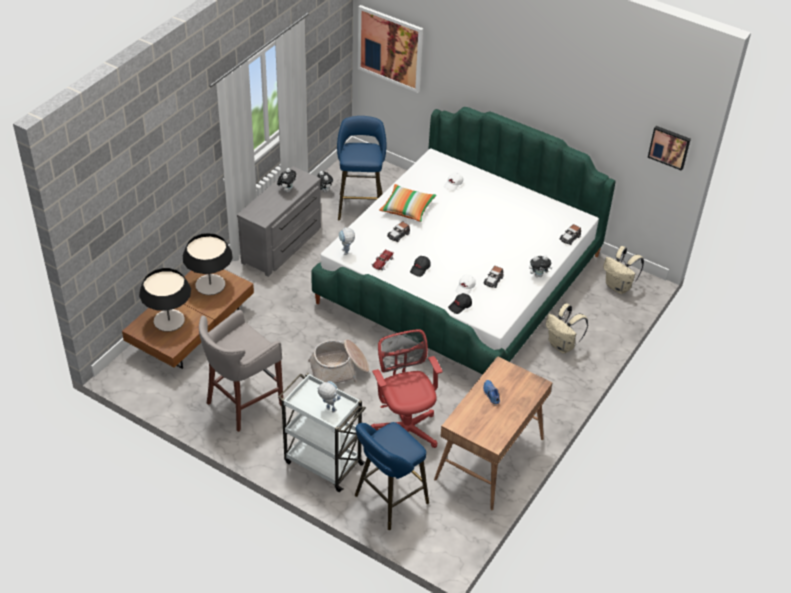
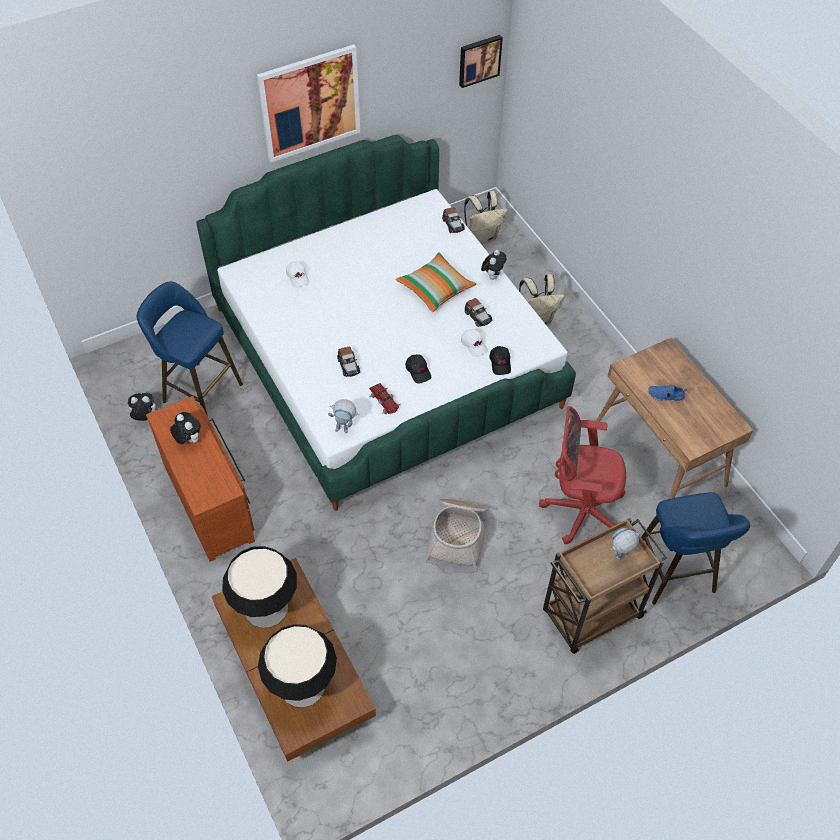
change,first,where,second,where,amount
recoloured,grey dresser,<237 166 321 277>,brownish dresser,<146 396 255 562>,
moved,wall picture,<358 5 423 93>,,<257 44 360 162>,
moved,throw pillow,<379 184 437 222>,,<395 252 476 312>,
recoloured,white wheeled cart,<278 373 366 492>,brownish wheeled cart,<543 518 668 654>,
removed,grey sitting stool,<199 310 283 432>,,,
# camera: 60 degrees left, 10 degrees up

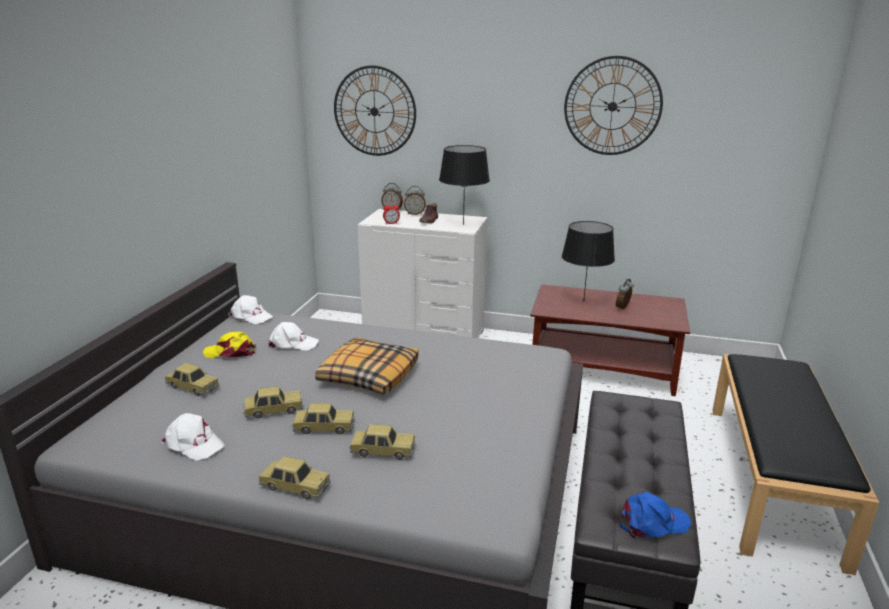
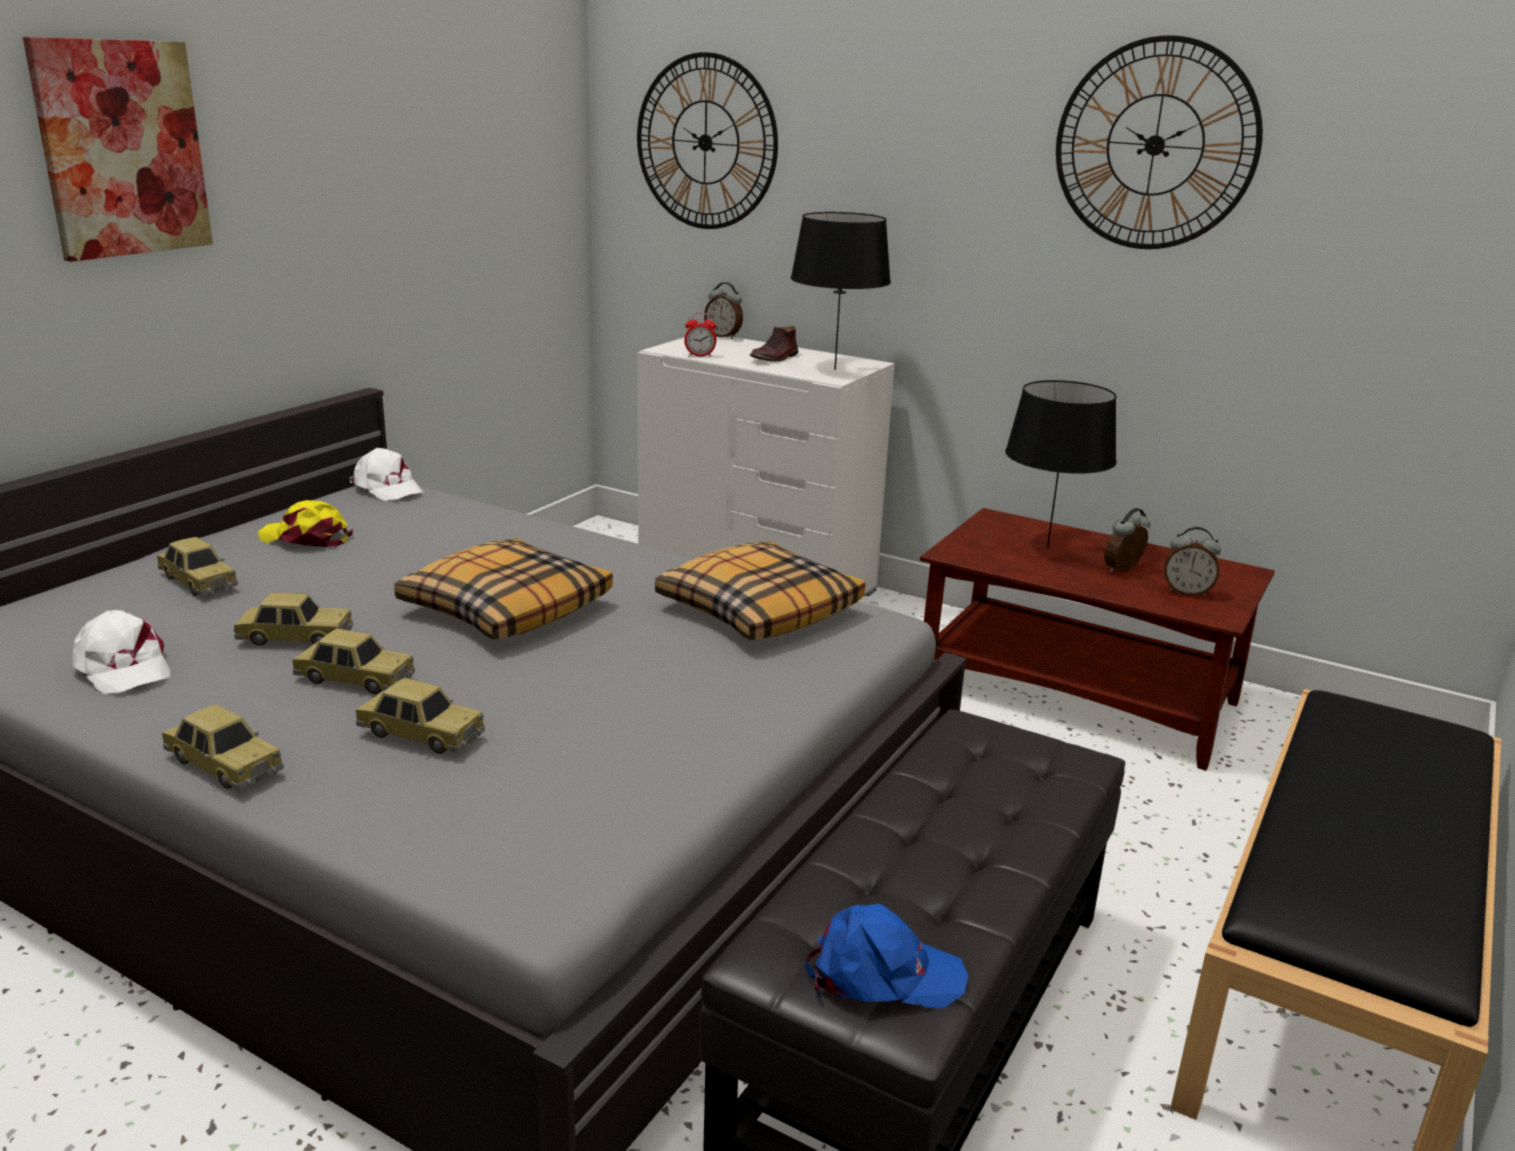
change,first,where,second,where,amount
added,,,wall picture,<23 37 213 262>,
added,,,throw pillow,<655 541 865 640>,
moved,bedside clock,<404 186 426 215>,,<1164 527 1221 597>,
removed,white baseball cap,<268 322 319 351>,,,
# camera: 15 degrees right, 0 degrees up

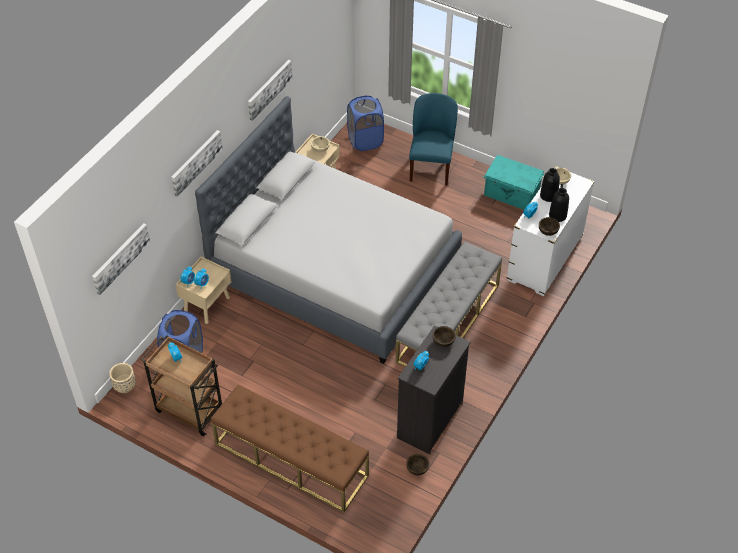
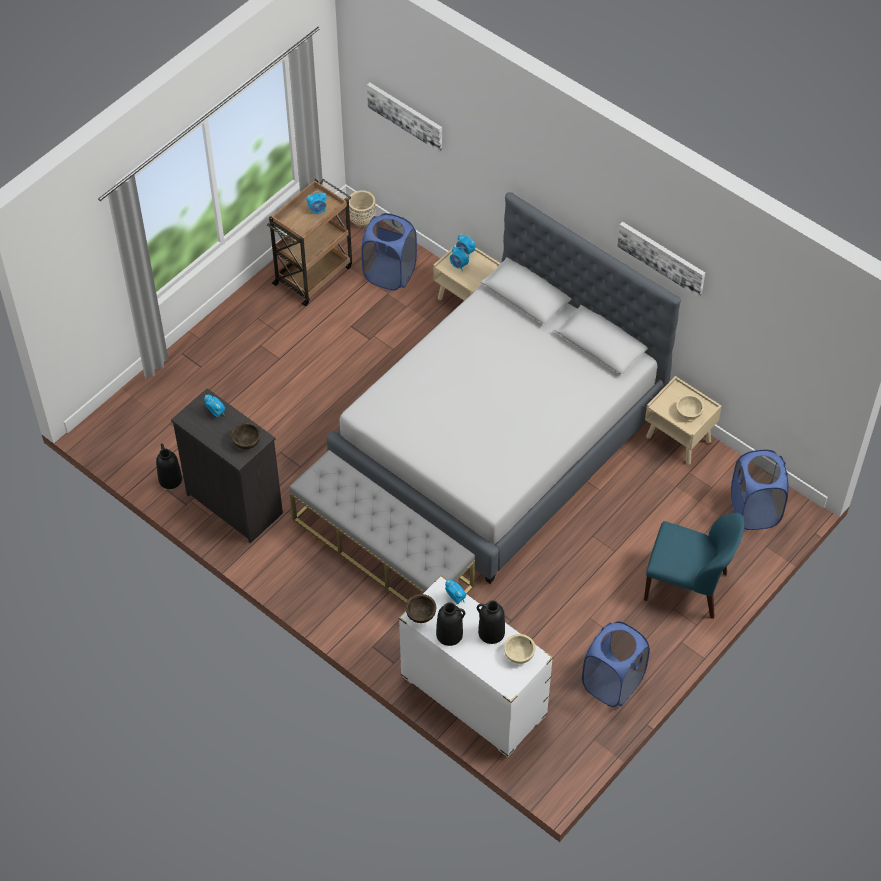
change,first,where,second,where,amount
replaced,brownish deep dish,<406 454 429 476>,black-coloured vase,<156 443 182 489>,
replaced,turquoise-coloured storage box,<484 155 544 210>,blue-coloured washing basket,<582 621 650 707>,
removed,wall picture,<171 130 223 197>,,,
removed,brownish long seat,<211 385 369 512>,,,
# camera: 100 degrees right, 5 degrees up

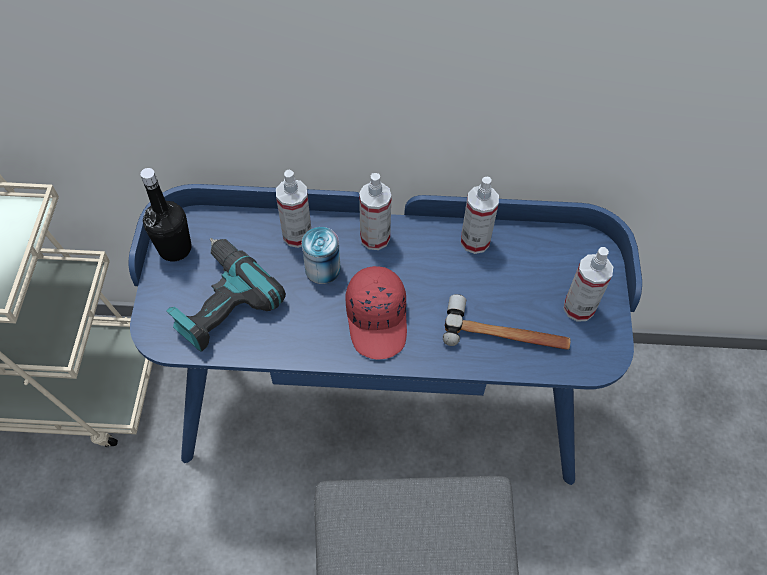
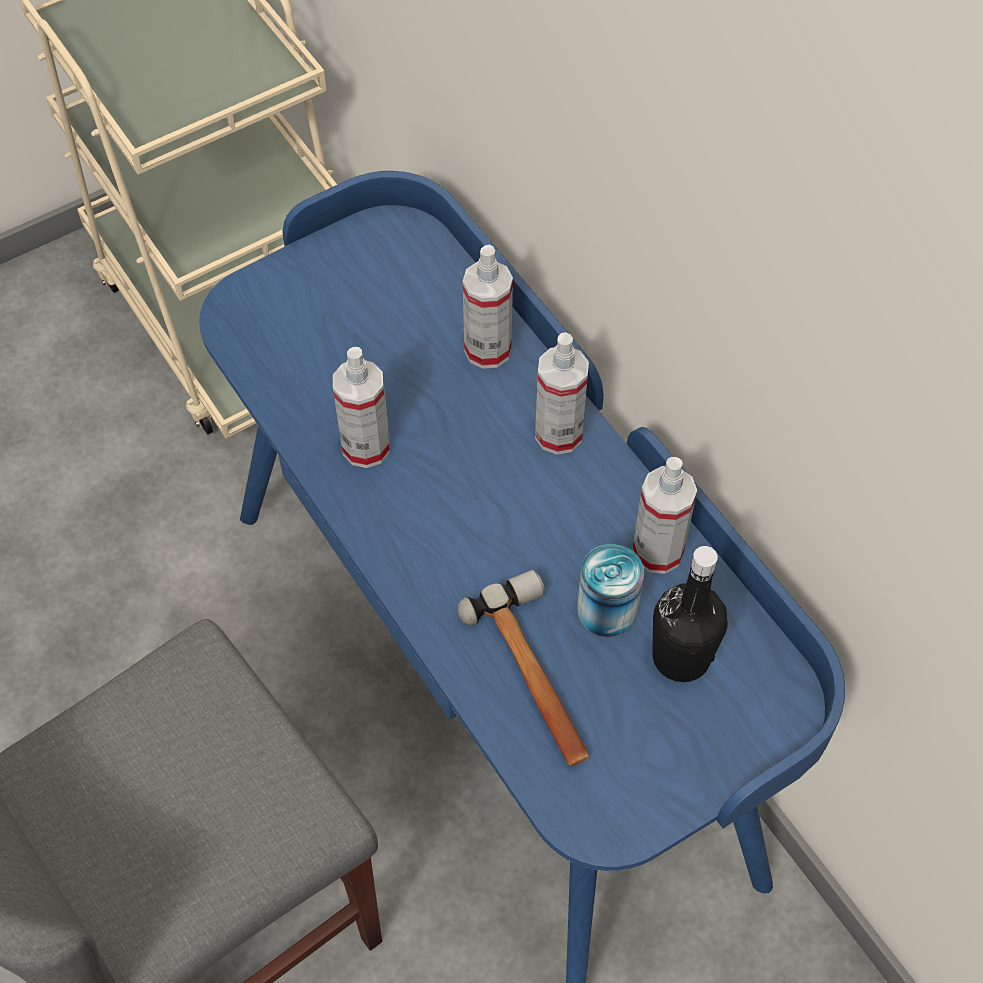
change,first,where,second,where,amount
moved,sprayer,<563 247 613 322>,,<333 347 390 468>,
moved,can,<302 227 341 284>,,<577 544 644 637>,
moved,black-coloured drink bottle,<140 168 192 261>,,<652 546 728 682>,
removed,drill,<166 238 286 352>,,,
removed,reddish baseball cap,<346 266 407 359>,,,
# camera: 55 degrees right, 0 degrees up

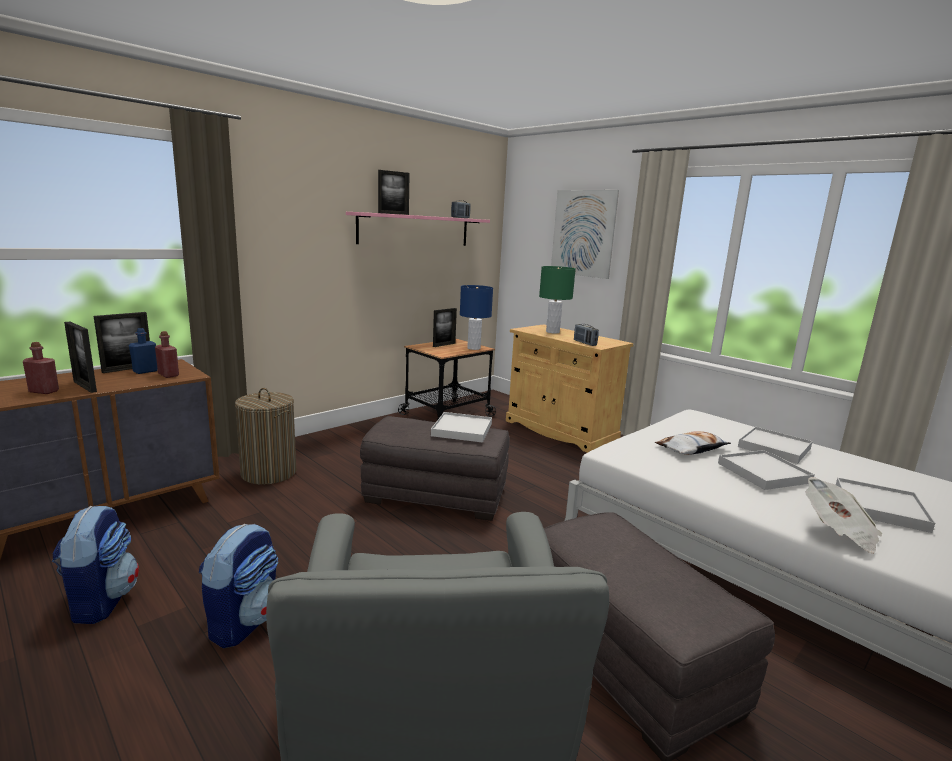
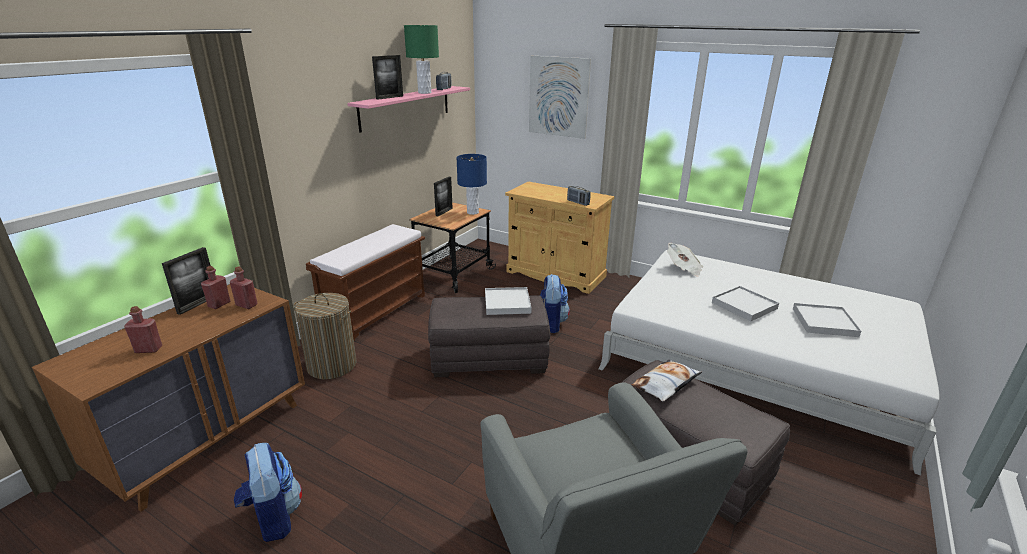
change,first,where,second,where,amount
recoloured,blue-coloured drink bottle,<129 328 158 374>,reddish drink bottle,<201 266 230 309>,
added,,,brownish long seat,<306 224 425 341>,
moved,greenish lamp for a table,<539 266 576 334>,,<404 25 439 94>,
moved,knapsack,<199 524 278 648>,,<539 274 570 333>,
moved,throw pillow,<655 431 731 455>,,<632 359 702 402>,
moved,printed paper,<805 477 882 554>,,<667 243 703 277>,
removed,standing frame,<64 322 97 393>,,,
removed,white carrying tray,<738 427 813 464>,,,
# camera: 15 degrees left, 10 degrees up

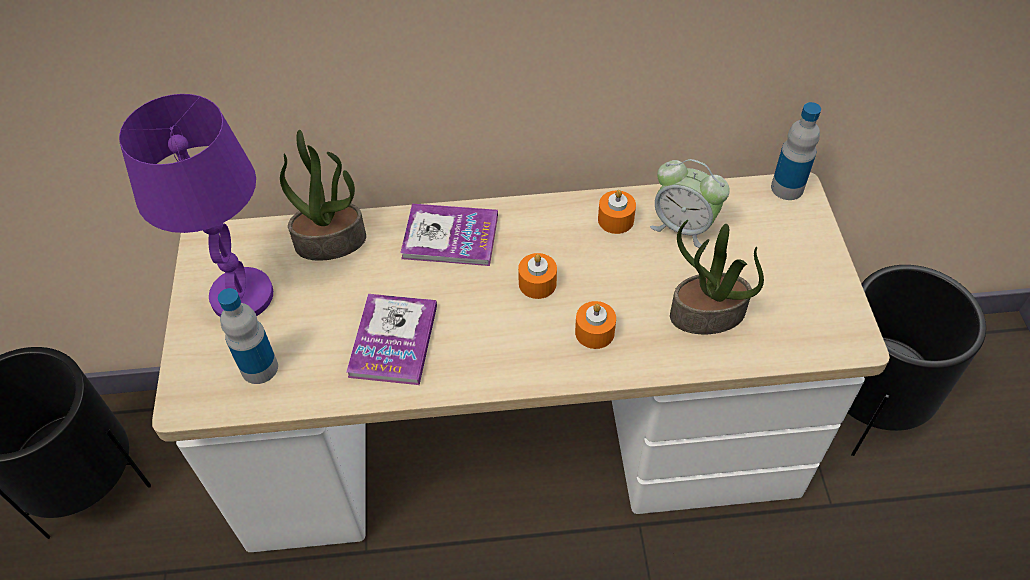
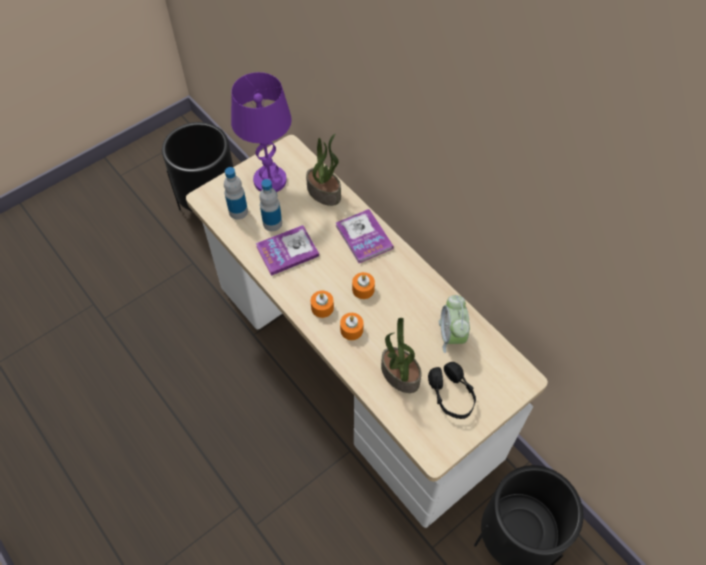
change,first,where,second,where,amount
moved,drink bottle,<771 102 821 200>,,<259 179 282 231>,
moved,orangey candle,<598 190 636 234>,,<311 291 334 318>,
added,,,black-coloured headphones,<428 362 476 419>,
# camera: 55 degrees right, 5 degrees up

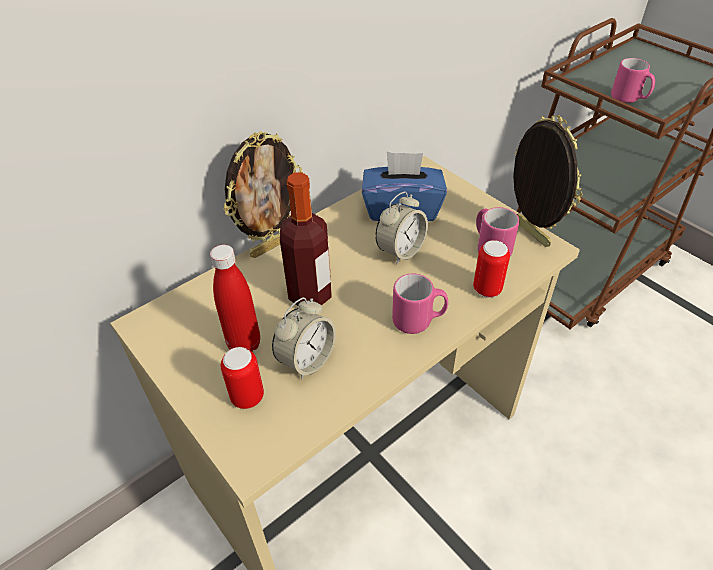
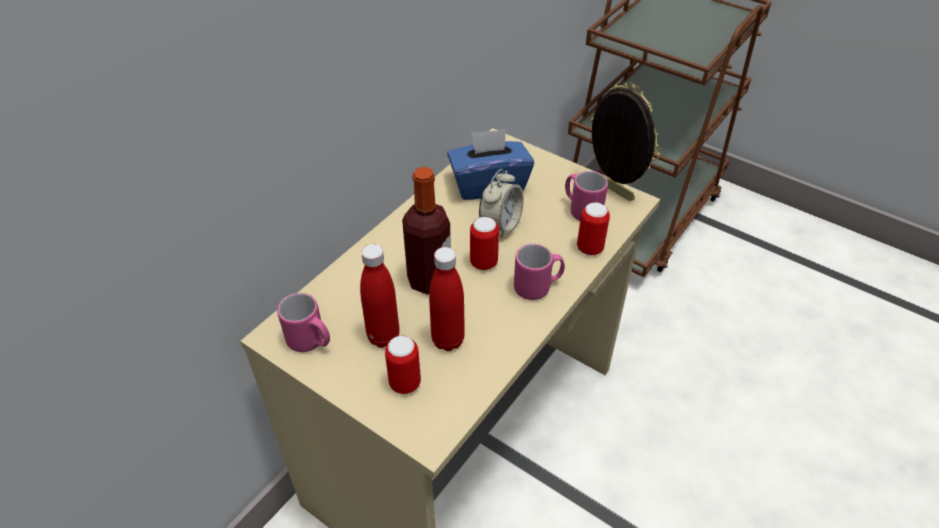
change,first,where,second,where,amount
moved,pink-coloured mug,<611 58 655 103>,,<277 293 330 352>,
replaced,bedside clock,<272 297 336 379>,reddish drink bottle,<429 247 465 351>,
added,,,can,<470 217 499 270>,
removed,standing frame,<223 131 302 258>,,,
# camera: 15 degrees left, 0 degrees up

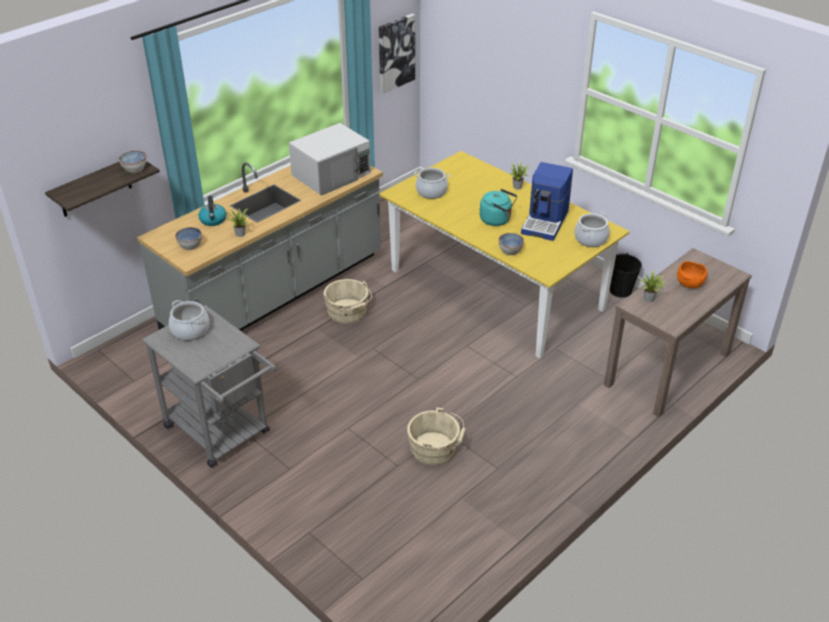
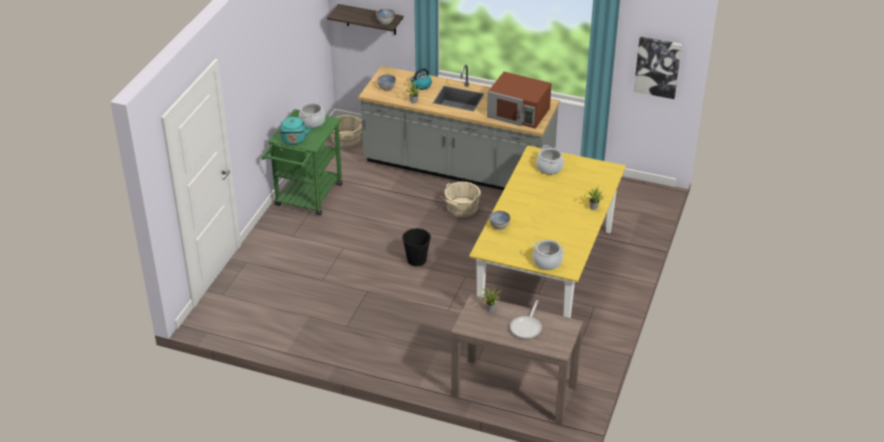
change,first,where,second,where,amount
recoloured,grey wheeled cart,<142 305 276 468>,greenish wheeled cart,<262 109 343 216>,
moved,turquoise-coloured tea kettle,<480 189 517 226>,,<280 117 311 145>,
moved,sand-coloured pail,<407 407 466 466>,,<331 115 362 148>,
moved,black-coloured pail,<610 253 642 298>,,<402 228 431 266>,
recoloured,white microwave,<289 123 371 196>,brownish microwave,<487 72 552 129>,
replaced,orangey deep dish,<677 261 707 288>,skillet,<510 300 542 339>,
removed,coffee machine,<521 162 573 241>,,,
# camera: 65 degrees right, 0 degrees up

